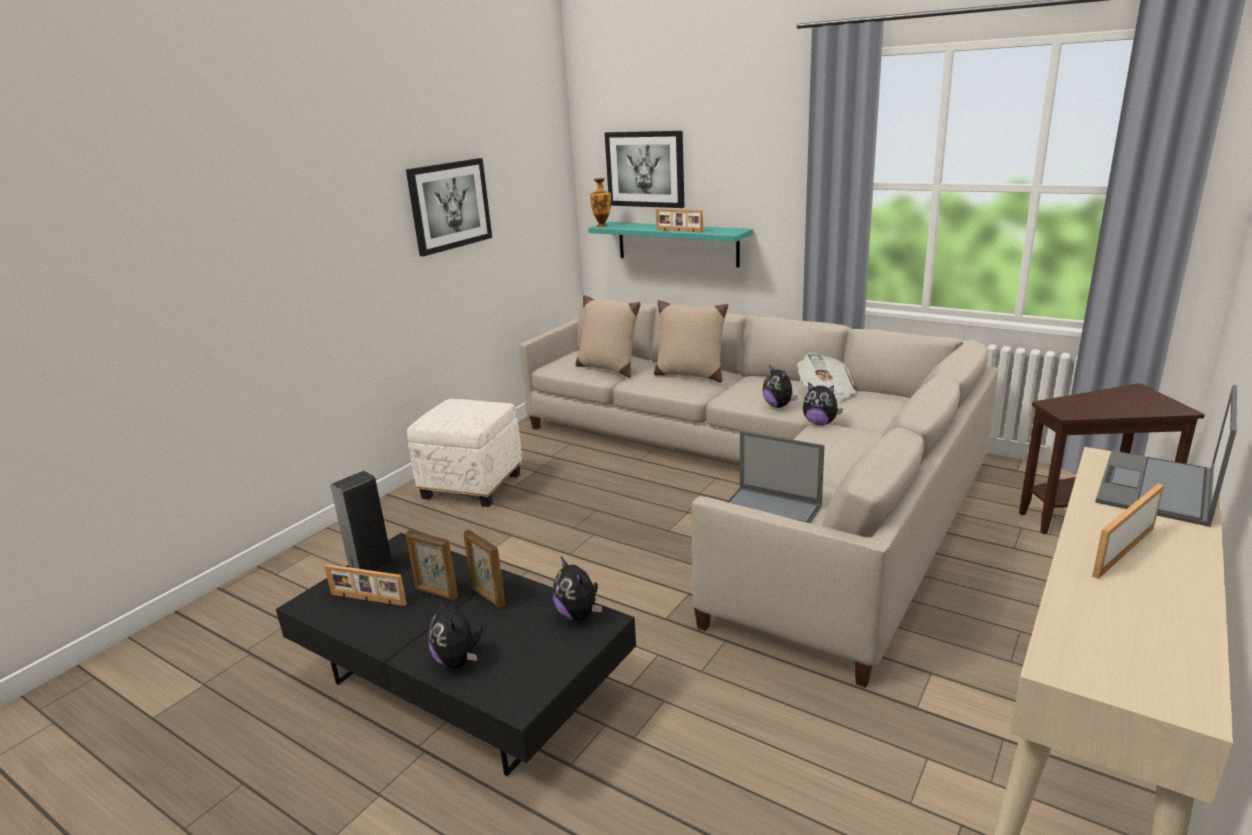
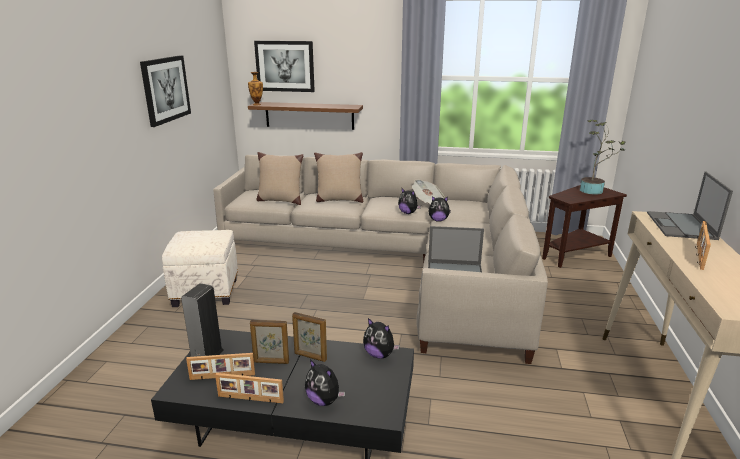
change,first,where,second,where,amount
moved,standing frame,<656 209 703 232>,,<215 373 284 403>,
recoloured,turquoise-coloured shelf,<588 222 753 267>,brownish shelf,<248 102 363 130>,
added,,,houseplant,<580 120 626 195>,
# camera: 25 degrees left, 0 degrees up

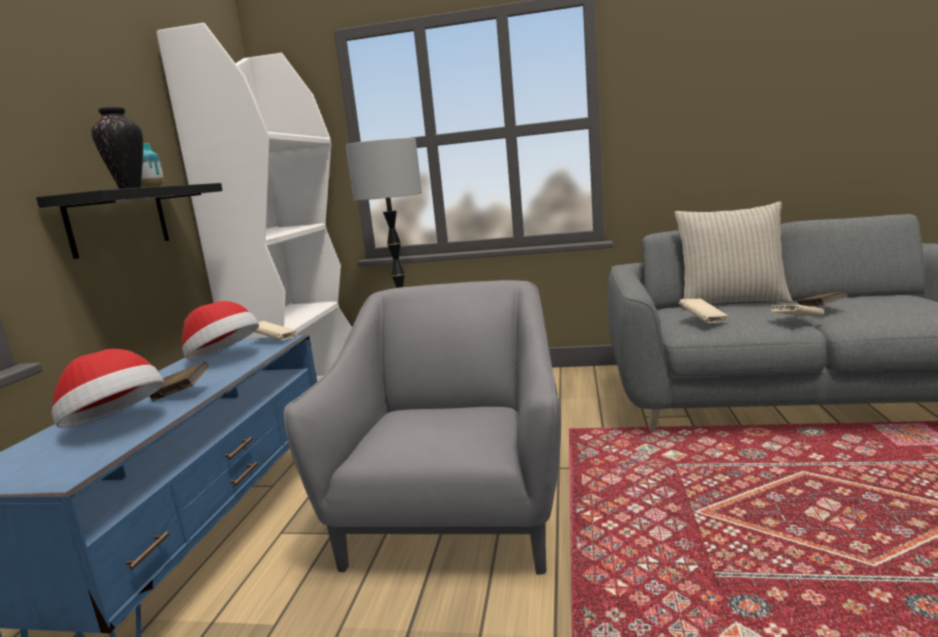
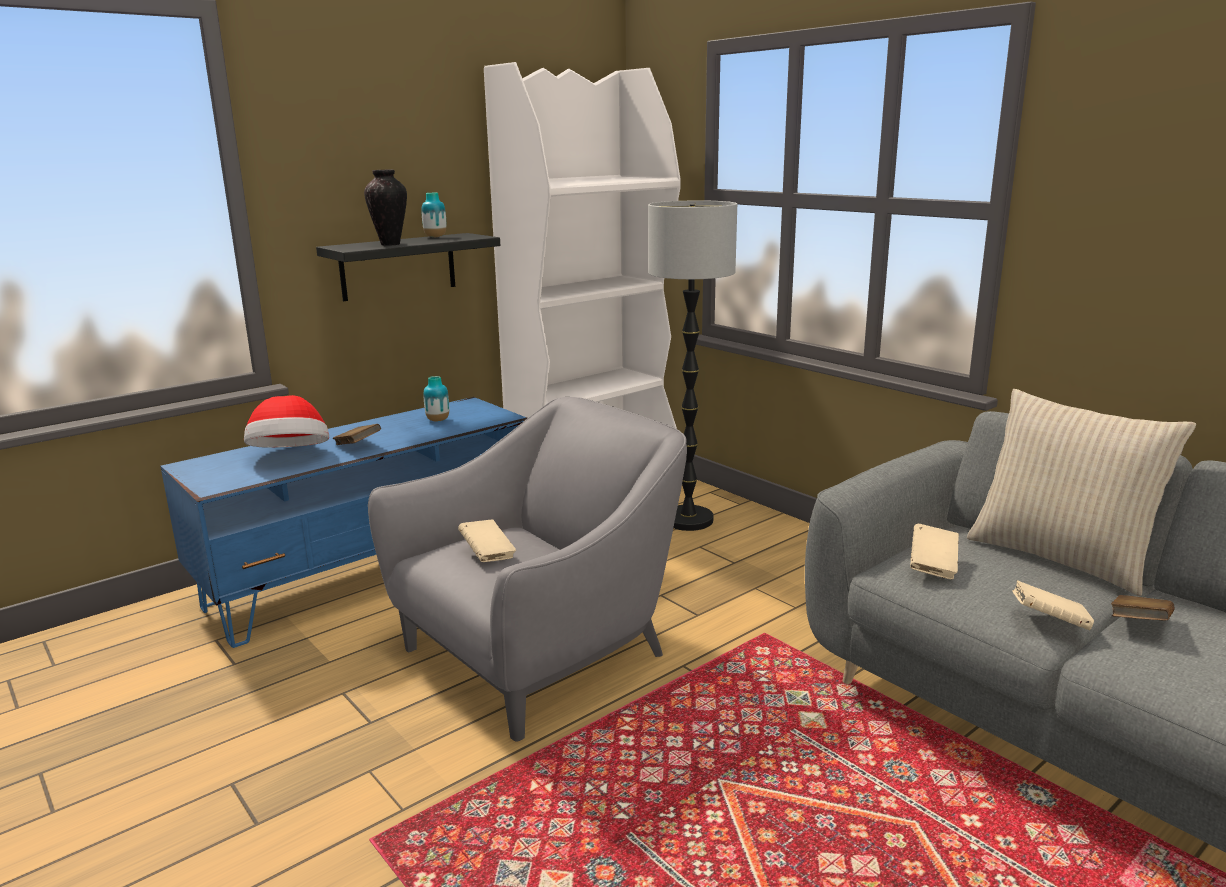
change,first,where,second,where,amount
replaced,clothing hat,<181 301 259 360>,vase,<424 376 449 421>,
moved,sand-coloured book,<254 321 296 340>,,<458 519 516 562>,
# camera: 40 degrees right, 5 degrees up

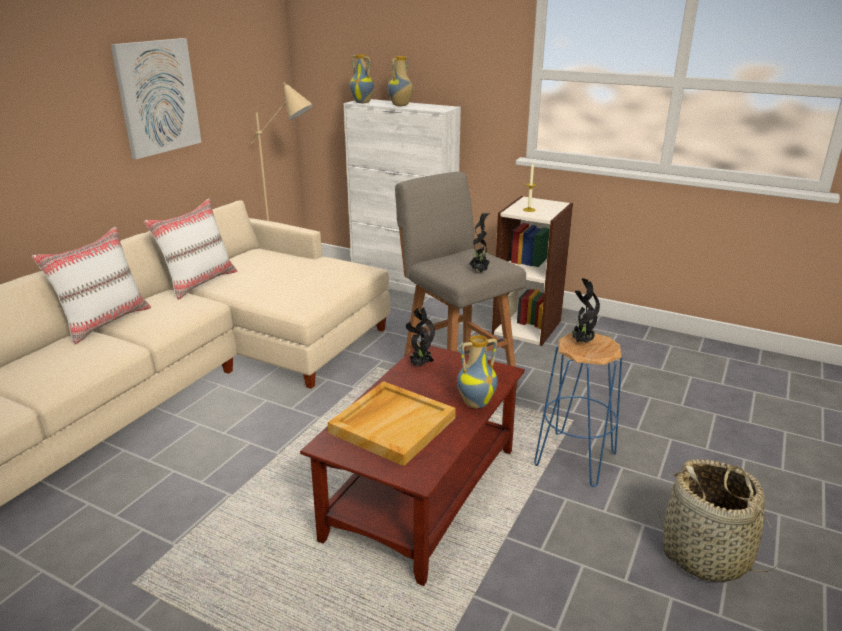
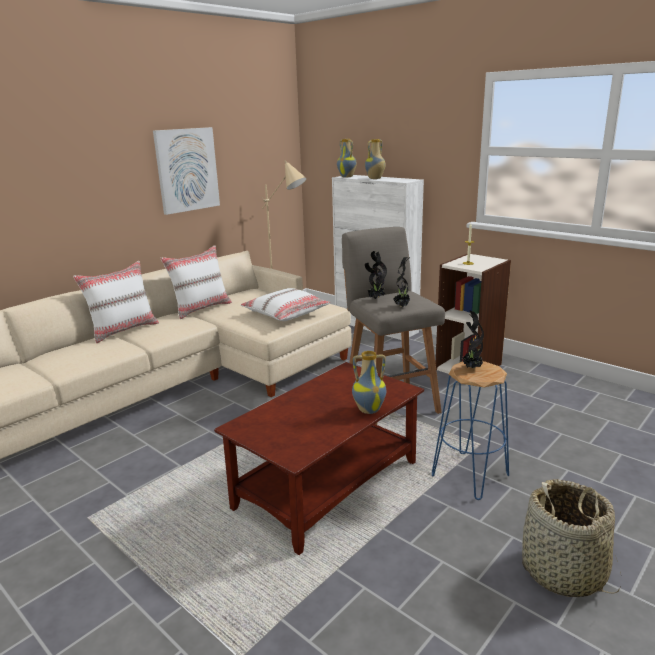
change,first,where,second,where,amount
added,,,white throw pillow,<241 288 330 321>,
moved,houseplant,<406 307 435 367>,,<365 251 387 299>,
removed,sand-coloured carrying tray,<328 381 456 466>,,,
# camera: 15 degrees right, 5 degrees down

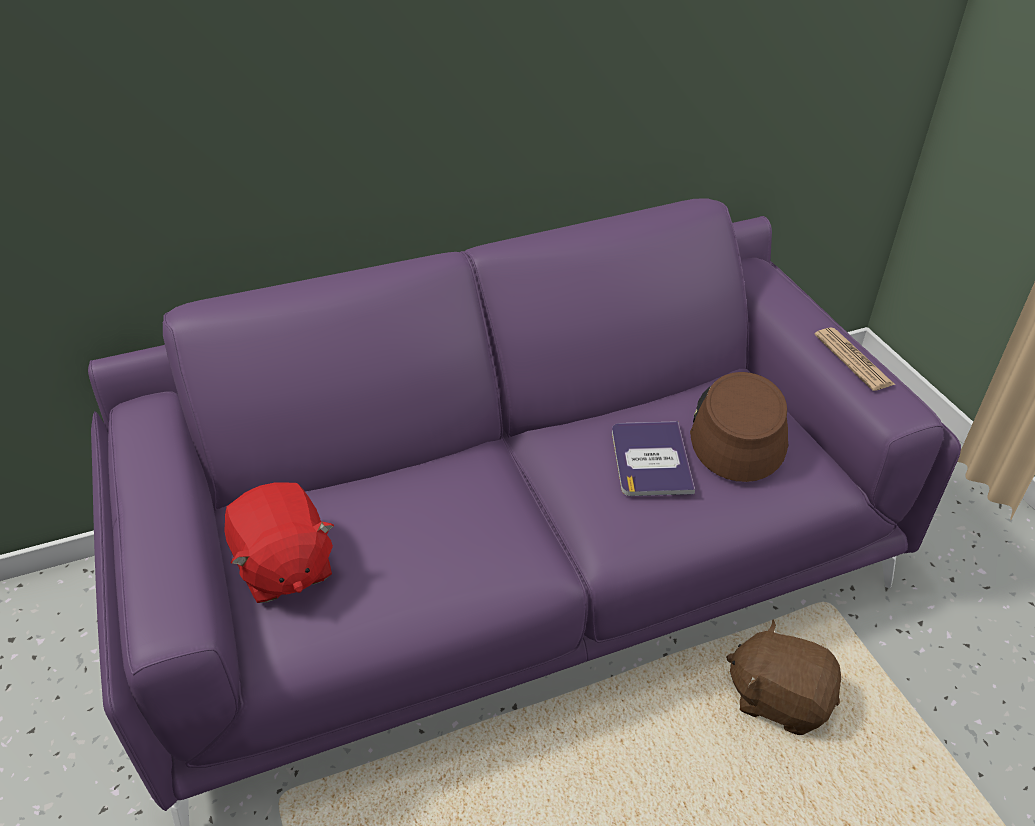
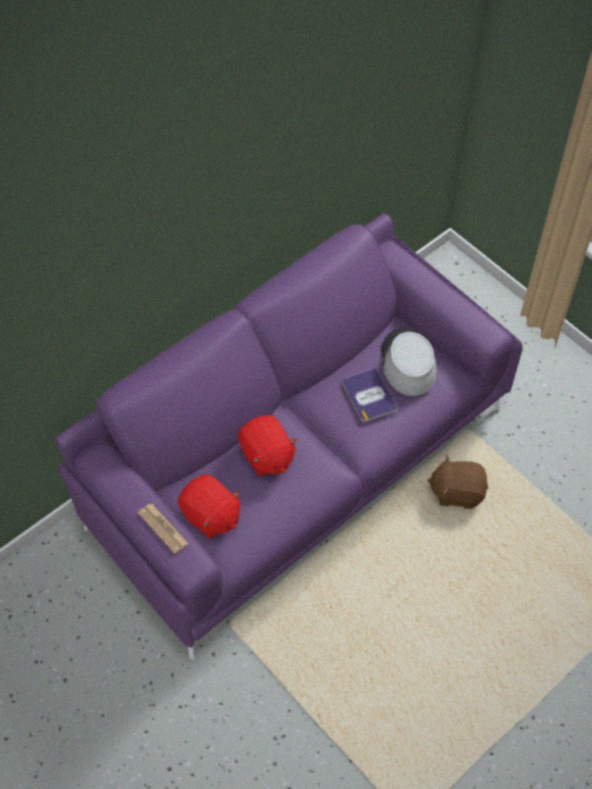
change,first,where,second,where,amount
moved,printed paper,<814 328 895 391>,,<138 504 189 554>,
added,,,reddish soft toy,<238 415 297 477>,
recoloured,brownish clothing hat,<690 372 788 482>,grey clothing hat,<381 328 437 396>,
# camera: 20 degrees left, 15 degrees up

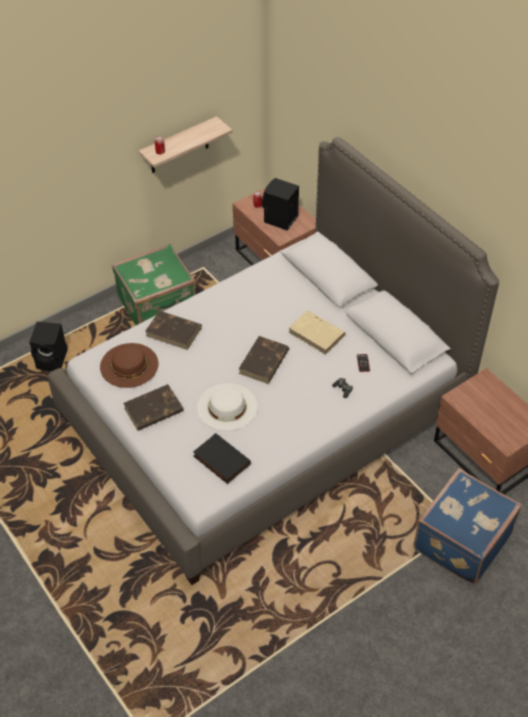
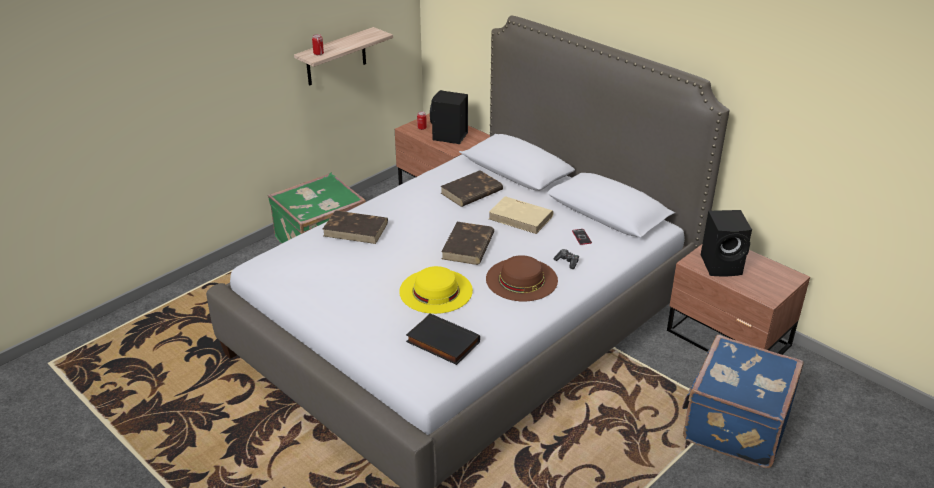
change,first,where,second,where,amount
recoloured,white clothing hat,<197 383 257 431>,yellowish clothing hat,<399 266 473 314>,
moved,brownish book,<123 384 184 431>,,<440 170 503 207>,
moved,brownish clothing hat,<100 343 159 388>,,<486 255 558 301>,
moved,black-coloured speaker,<29 322 67 371>,,<701 210 752 276>,
# camera: 10 degrees left, 15 degrees down

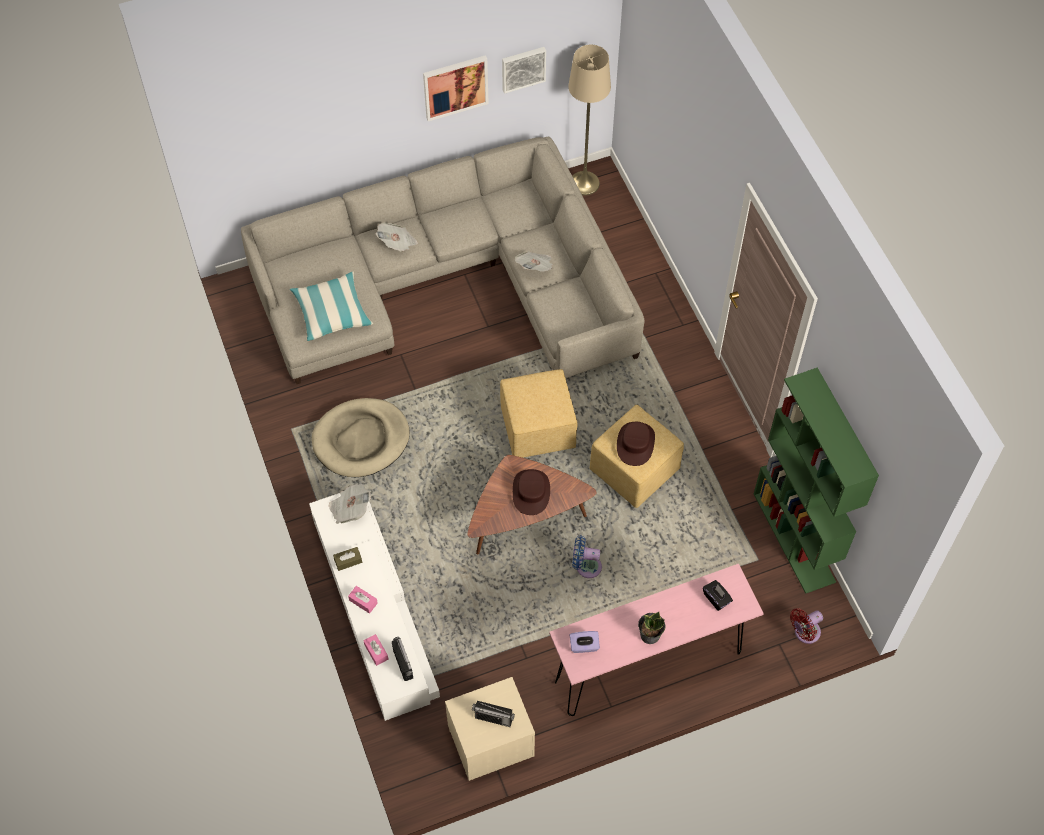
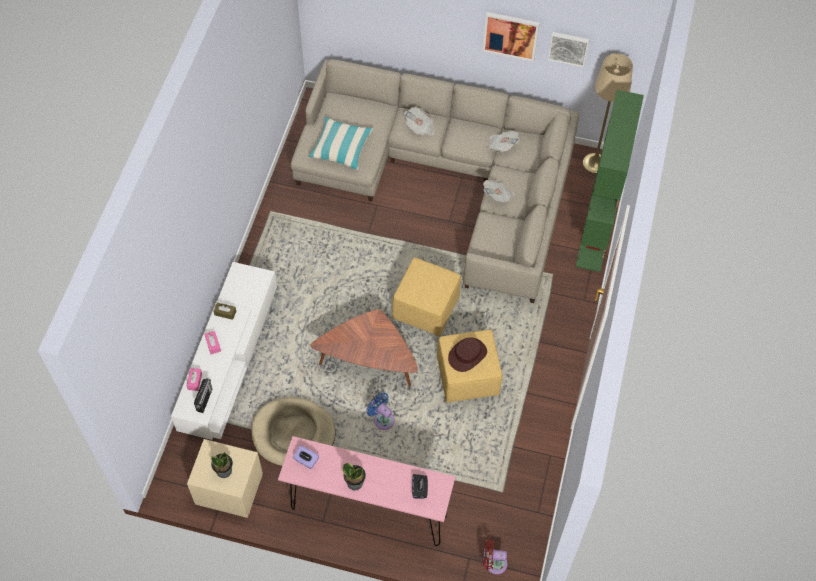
change,first,where,second,where,amount
replaced,radio receiver,<472 701 515 727>,houseplant,<211 452 233 478>,
moved,sand-coloured dog cushion,<312 398 410 477>,,<251 397 335 466>,
moved,printed paper,<328 484 371 524>,,<488 131 519 152>,
moved,greenish bookcase,<754 368 879 594>,,<575 90 644 272>,
removed,brownish clothing hat,<513 469 550 515>,,,
# camera: 35 degrees right, 0 degrees up

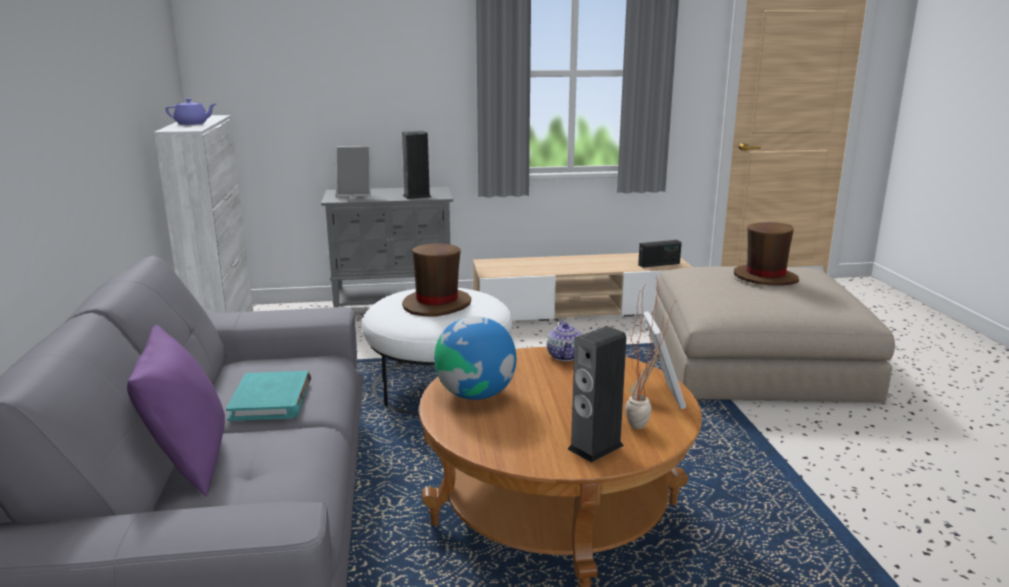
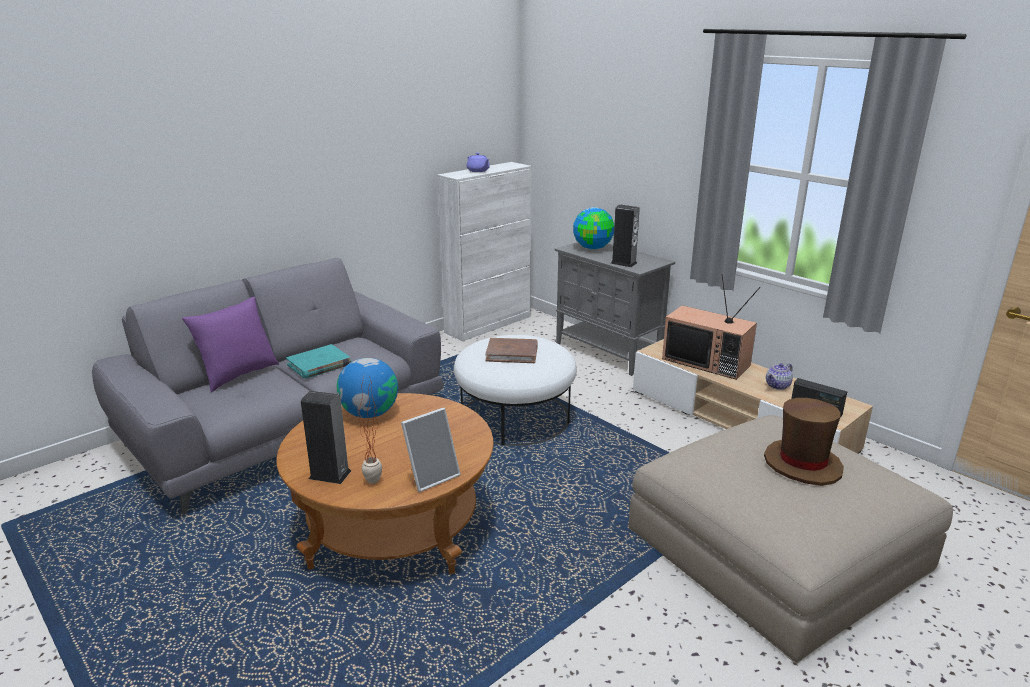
change,first,where,second,where,amount
replaced,brownish clothing hat,<402 243 471 316>,brownish book,<485 338 538 363>,
replaced,standing frame,<336 146 371 197>,desk globe,<573 207 614 250>,
added,,,television,<662 274 760 380>,
moved,tea pot,<546 321 581 361>,,<766 363 793 390>,
# camera: 55 degrees right, 5 degrees up

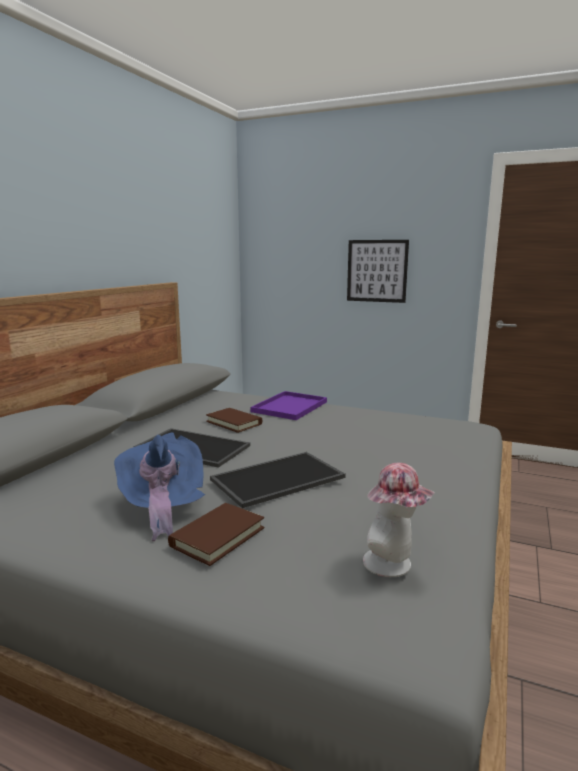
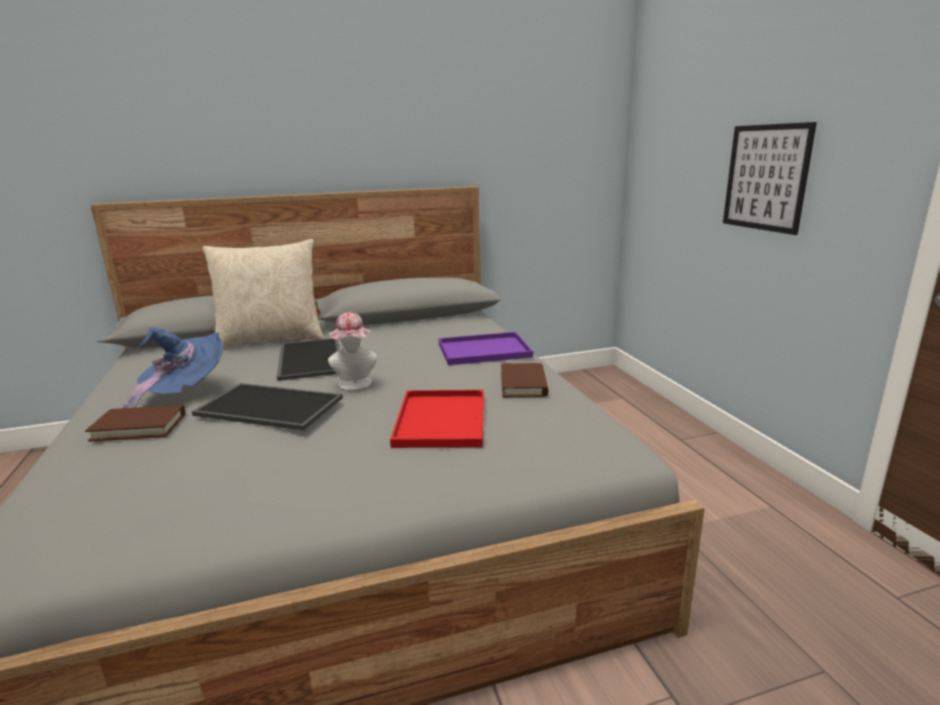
change,first,where,second,where,amount
added,,,sand-coloured throw pillow,<203 239 324 349>,
moved,clothing hat,<363 463 435 577>,,<328 313 377 391>,
added,,,reddish carrying tray,<390 390 484 448>,
moved,brownish book,<206 408 262 433>,,<501 363 549 397>,
# camera: 50 degrees right, 5 degrees up

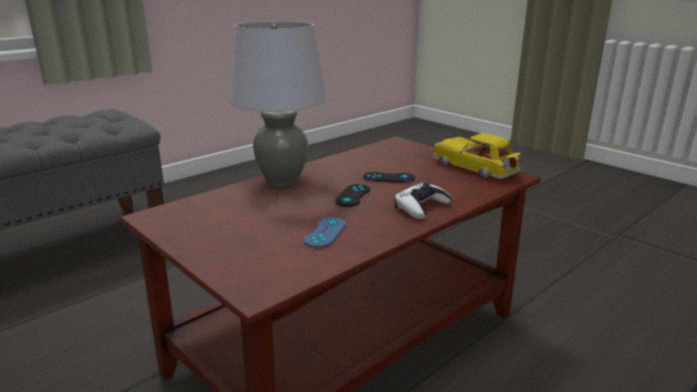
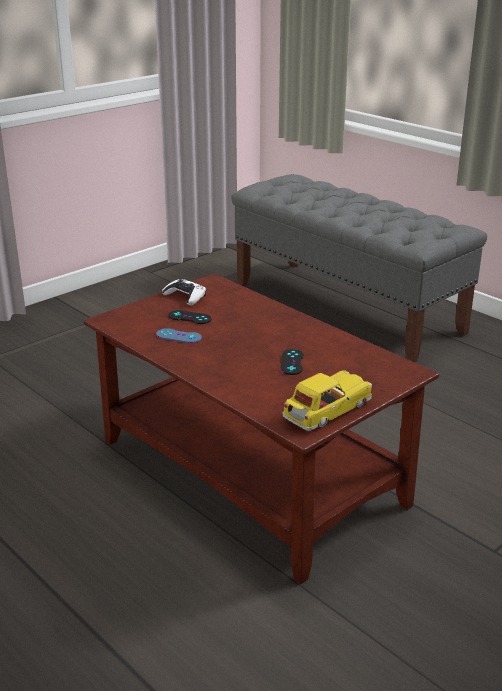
change,first,where,second,where,amount
moved,white gamepad,<394 183 452 219>,,<162 279 206 305>,
moved,black-coloured gamepad,<335 184 370 207>,,<168 310 211 324>,
removed,grey lamp for a table,<230 21 326 187>,,,
# camera: 90 degrees right, 5 degrees up

